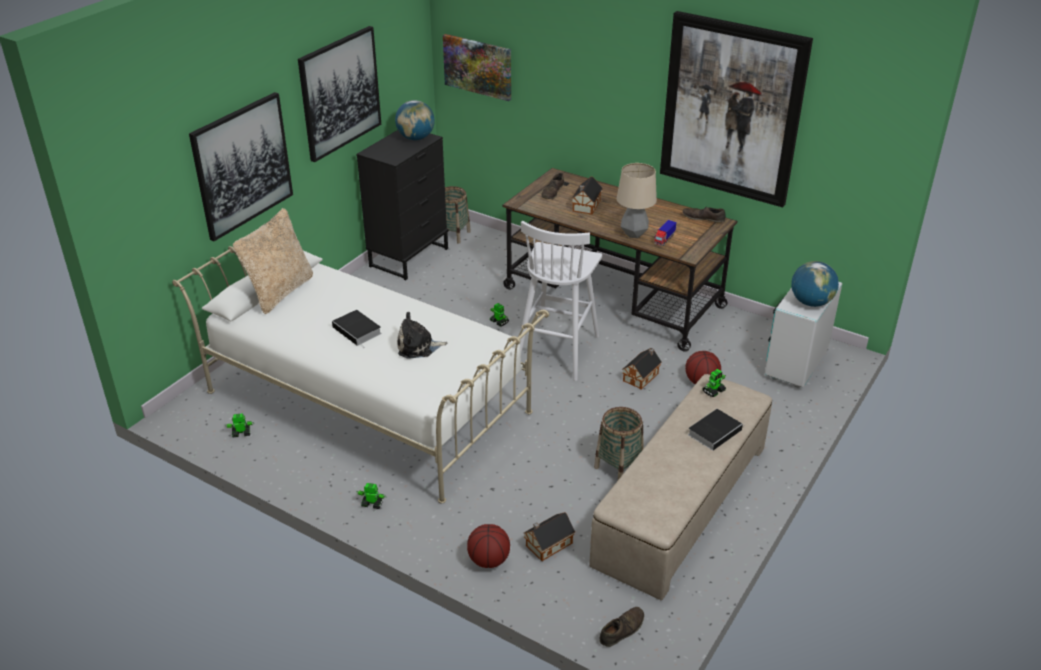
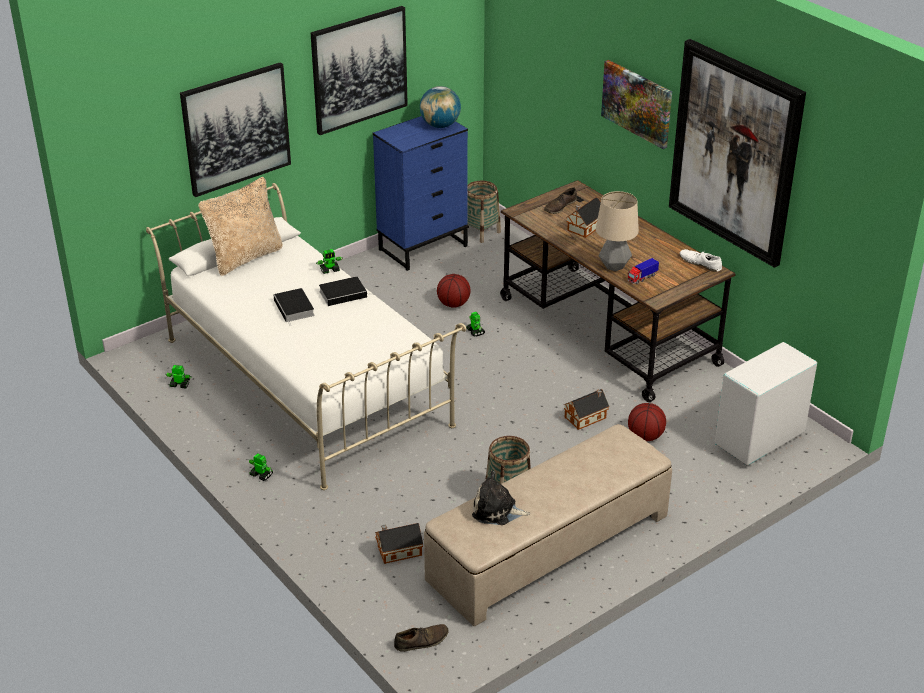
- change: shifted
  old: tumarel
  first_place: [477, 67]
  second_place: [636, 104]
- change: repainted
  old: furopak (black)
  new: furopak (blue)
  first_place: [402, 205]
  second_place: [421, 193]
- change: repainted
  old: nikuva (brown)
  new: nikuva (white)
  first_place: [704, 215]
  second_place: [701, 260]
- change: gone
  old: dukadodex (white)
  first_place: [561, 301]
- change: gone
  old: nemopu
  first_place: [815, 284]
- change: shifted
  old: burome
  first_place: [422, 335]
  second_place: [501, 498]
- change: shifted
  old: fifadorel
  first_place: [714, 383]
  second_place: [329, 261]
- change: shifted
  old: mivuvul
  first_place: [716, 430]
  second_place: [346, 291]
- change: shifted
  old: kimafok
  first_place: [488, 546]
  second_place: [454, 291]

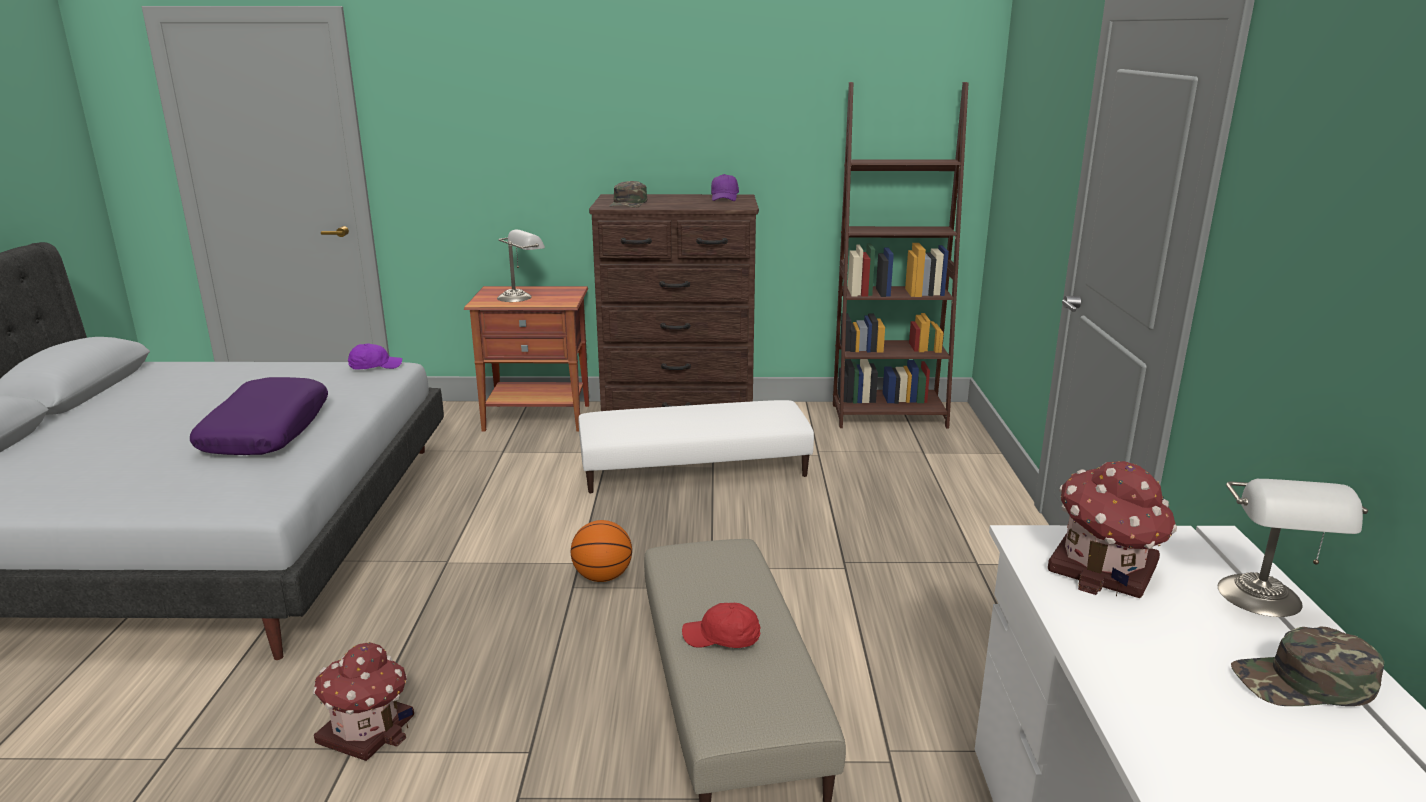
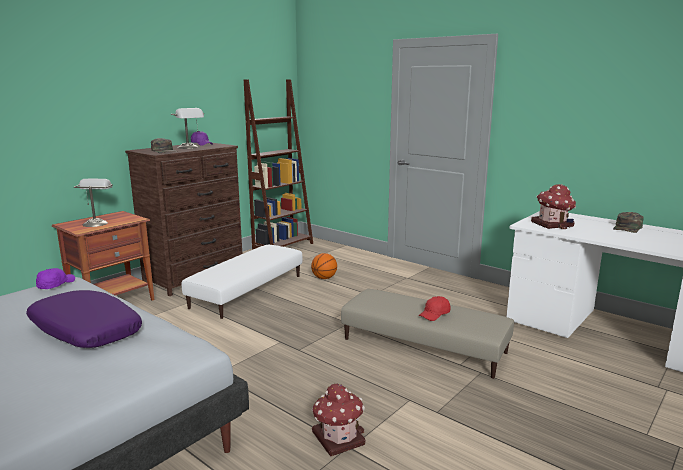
- change: shifted
  old: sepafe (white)
  first_place: [1293, 548]
  second_place: [187, 128]
- change: shifted
  old: kimafok
  first_place: [601, 551]
  second_place: [324, 266]

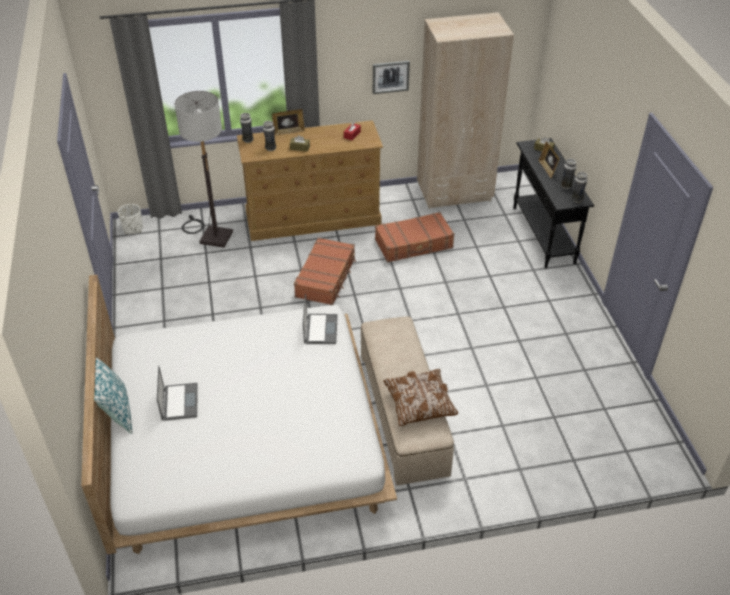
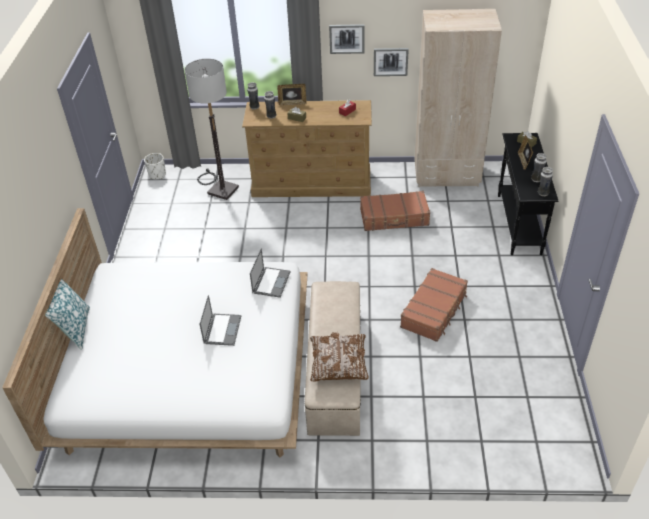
- change: shifted
  old: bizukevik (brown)
  first_place: [325, 271]
  second_place: [434, 305]
- change: shifted
  old: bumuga
  first_place: [177, 393]
  second_place: [220, 320]
- change: new
  new: tumarel
  second_place: [346, 39]

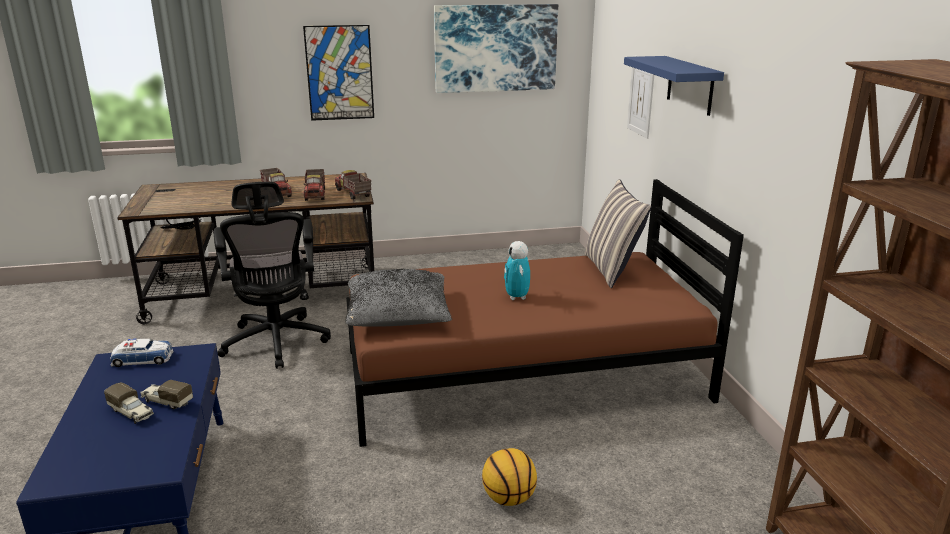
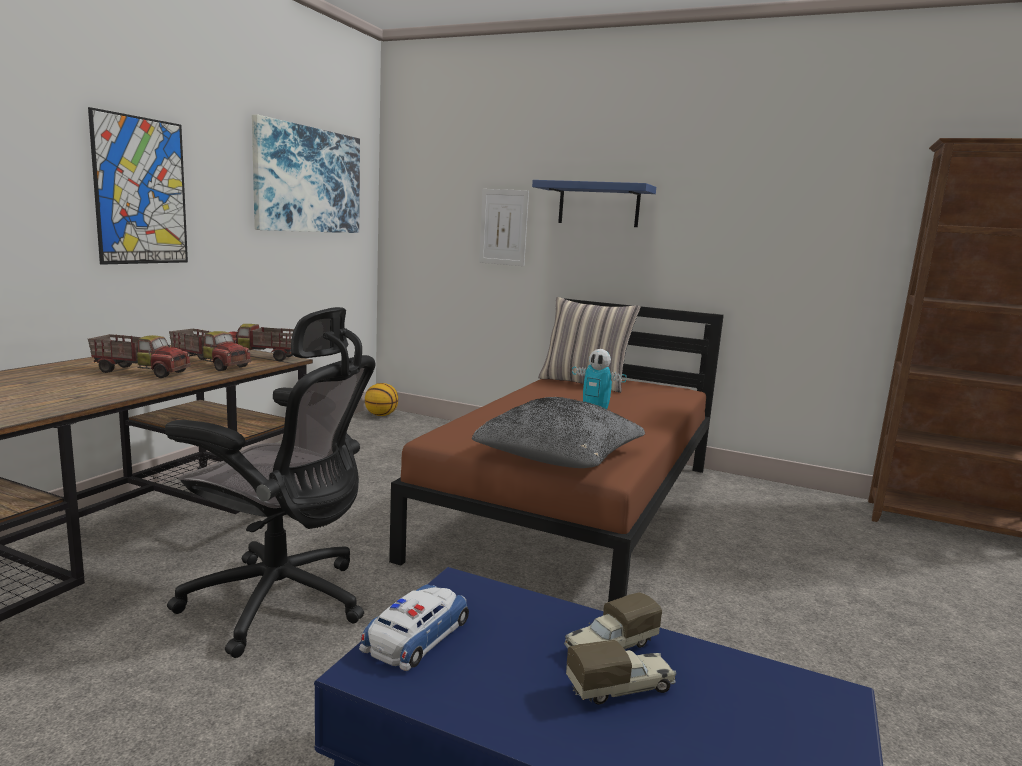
- change: shifted
  old: kimafok
  first_place: [509, 477]
  second_place: [381, 399]

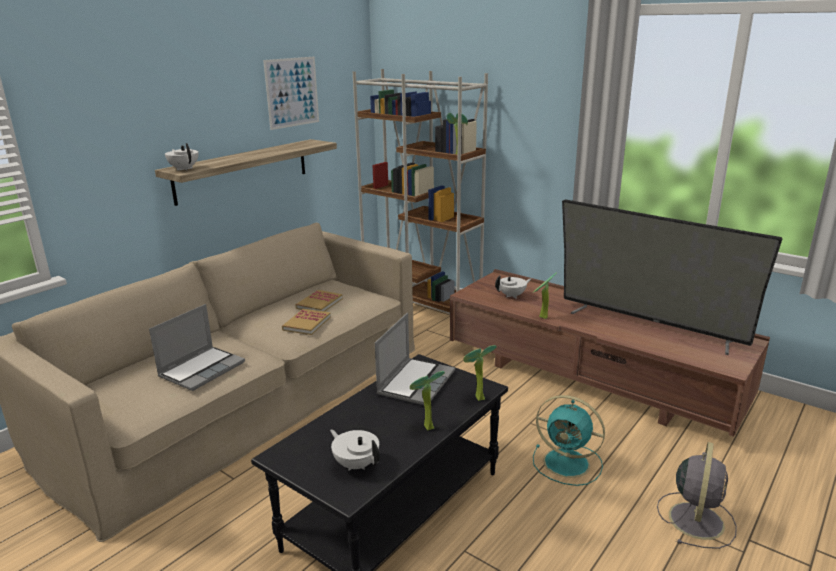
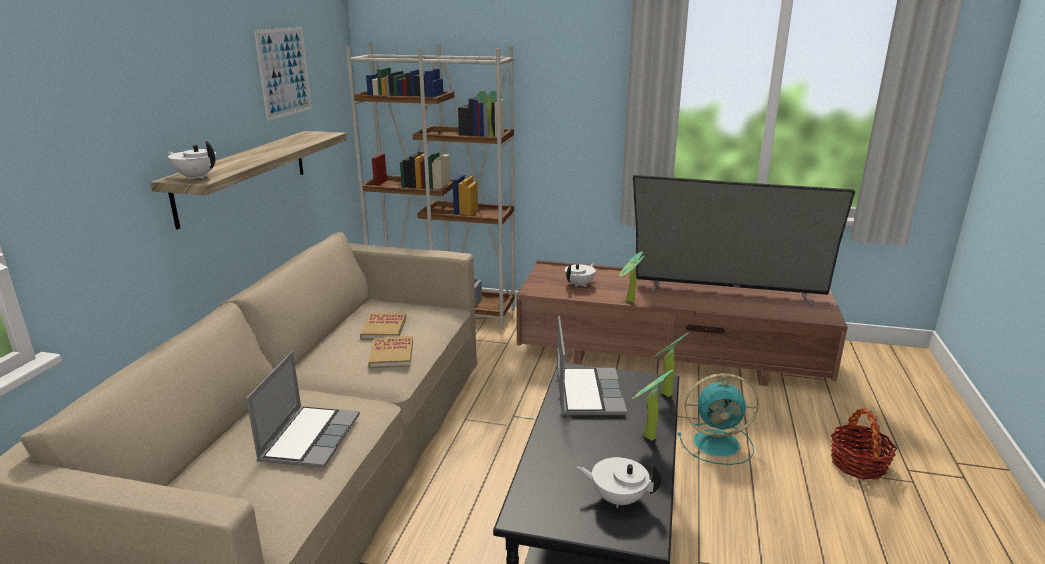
- change: swapped
  old: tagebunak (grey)
  new: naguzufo
  first_place: [697, 495]
  second_place: [863, 443]

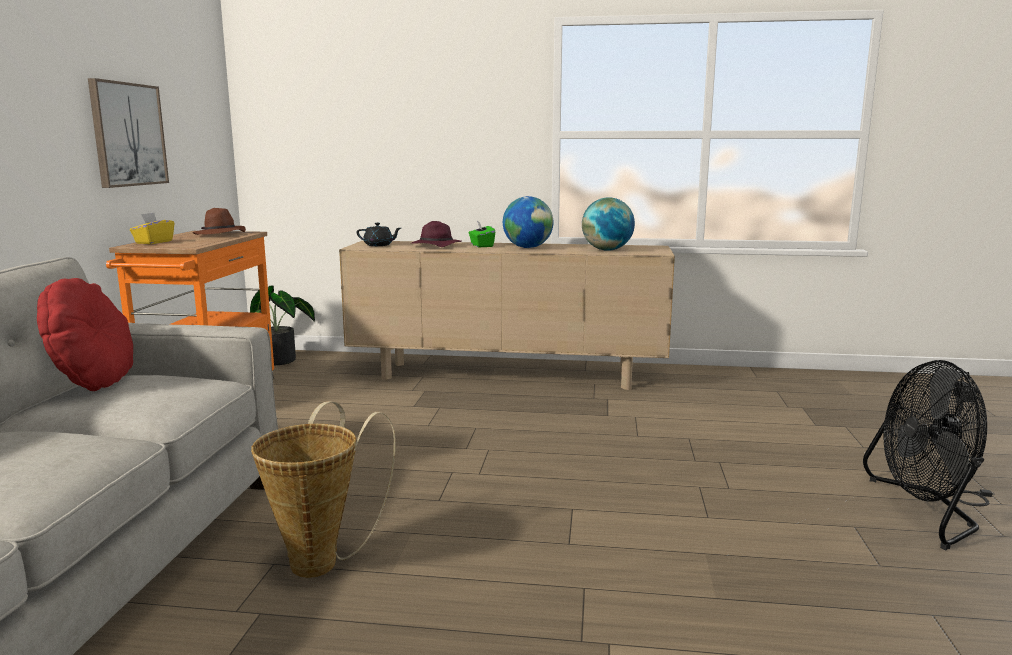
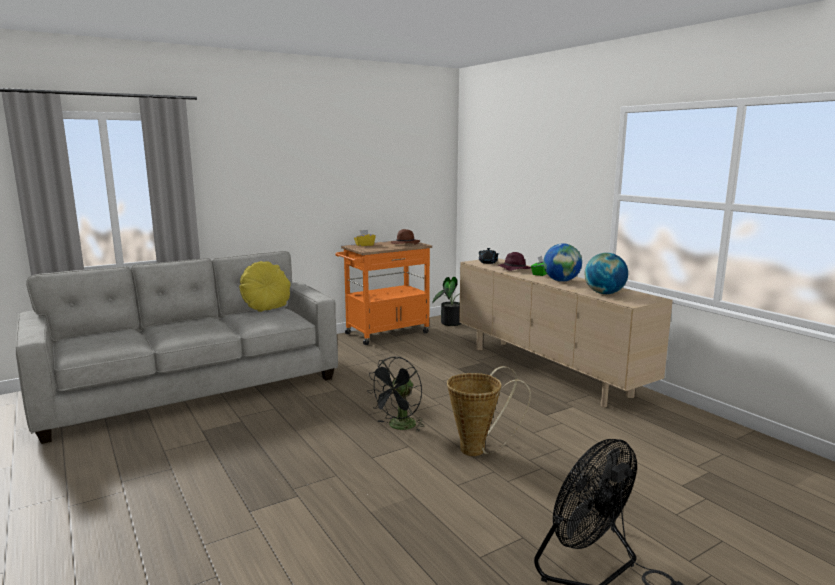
- change: gone
  old: tumarel
  first_place: [128, 133]
- change: repainted
  old: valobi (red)
  new: valobi (yellow)
  first_place: [85, 334]
  second_place: [264, 286]
- change: shifted
  old: naguzufo
  first_place: [323, 489]
  second_place: [489, 411]
- change: new
  new: tagebunak (black)
  second_place: [396, 394]

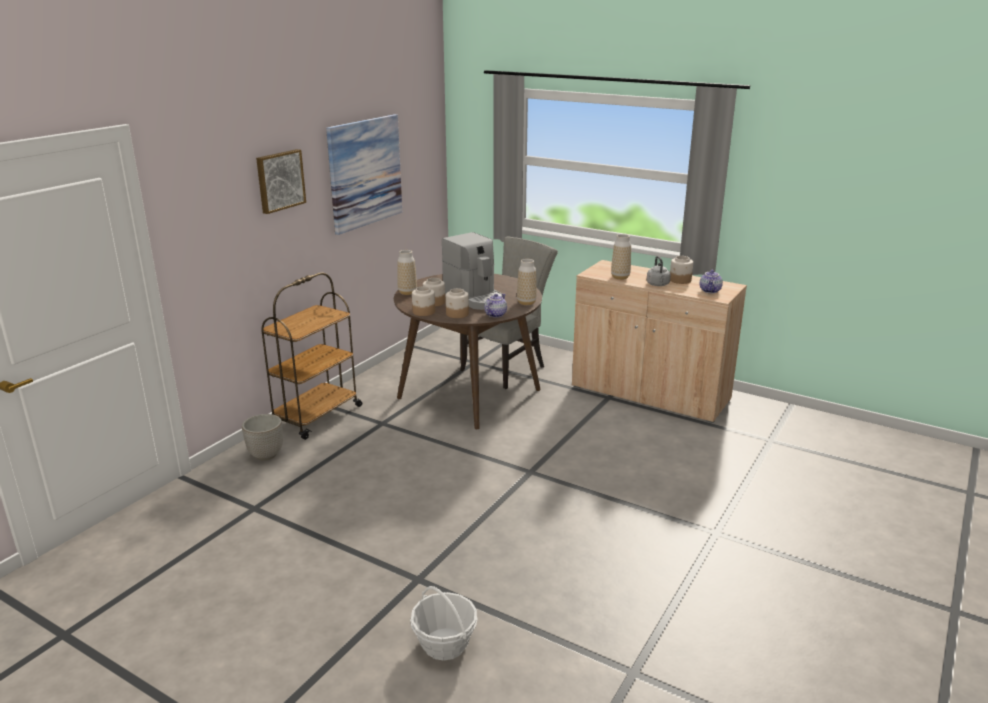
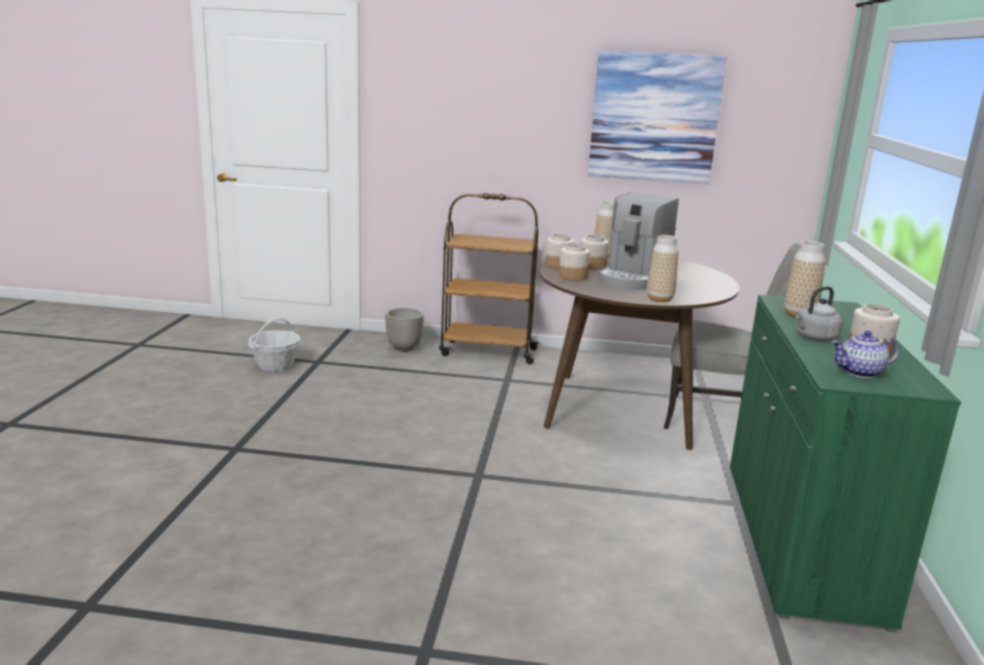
- change: gone
  old: tumarel
  first_place: [281, 181]
- change: repainted
  old: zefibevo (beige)
  new: zefibevo (green)
  first_place: [659, 341]
  second_place: [845, 464]
- change: gone
  old: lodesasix
  first_place: [495, 306]
- change: shifted
  old: naguzufo
  first_place: [444, 623]
  second_place: [274, 345]

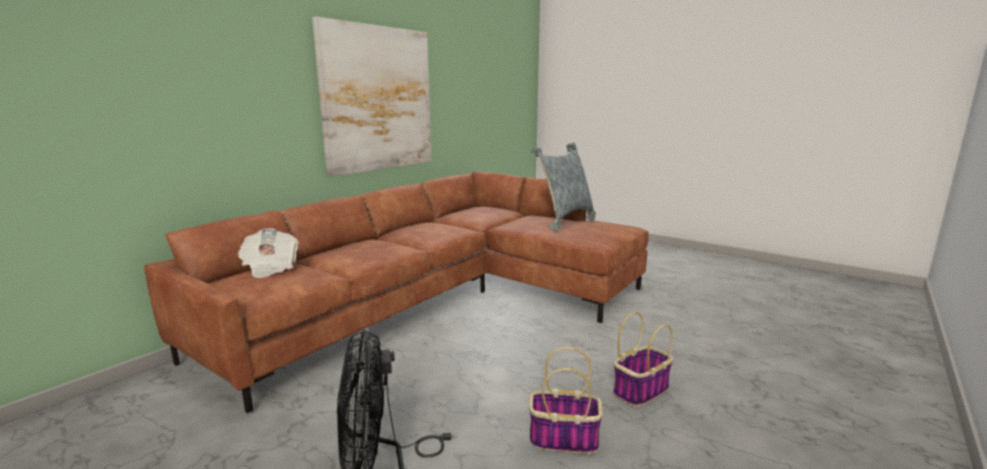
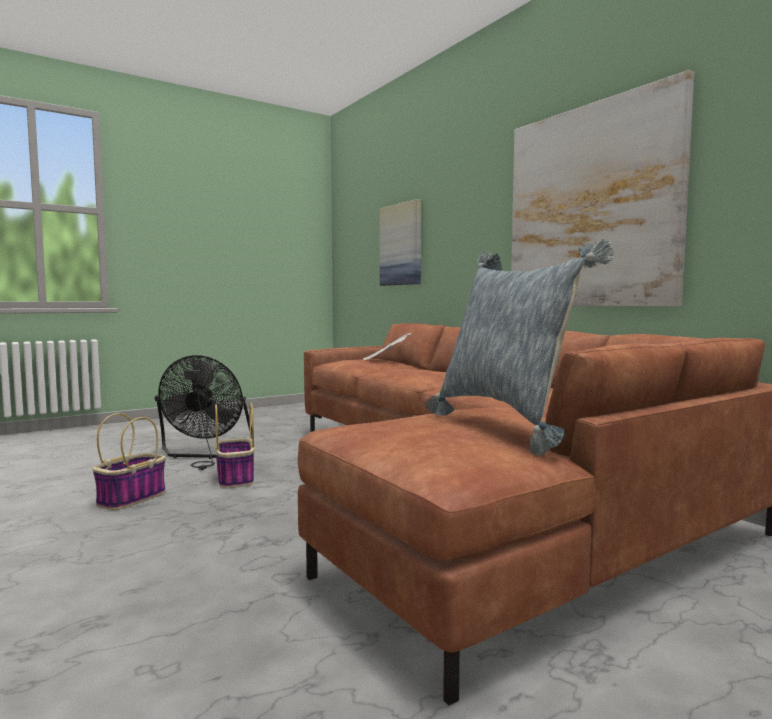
- change: shifted
  old: naguzufo
  first_place: [643, 359]
  second_place: [235, 446]
- change: new
  new: tumarel
  second_place: [400, 242]

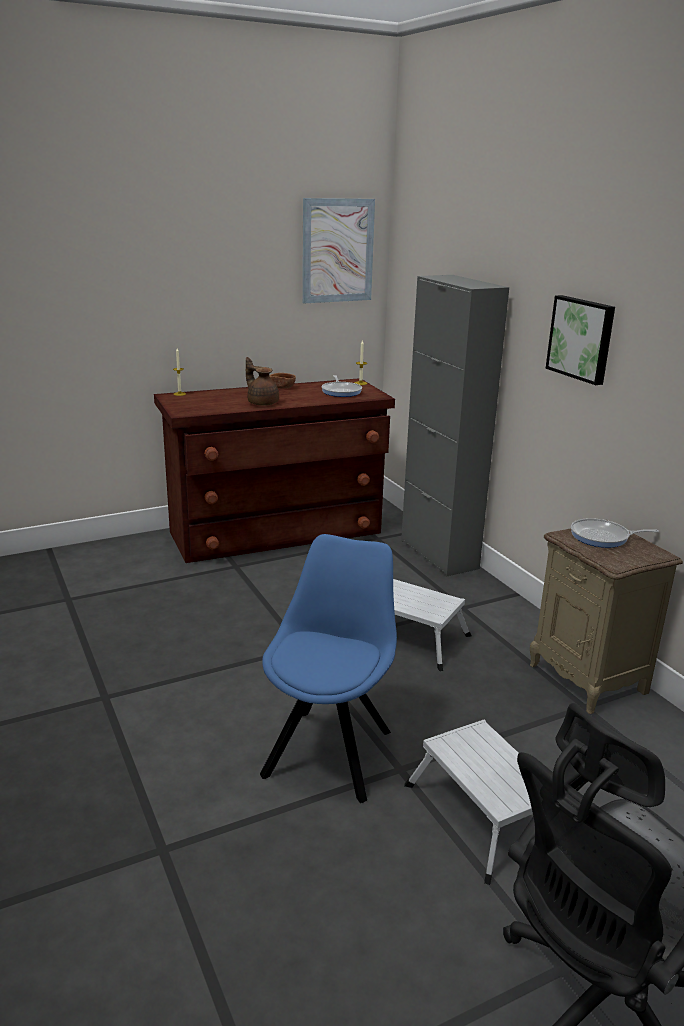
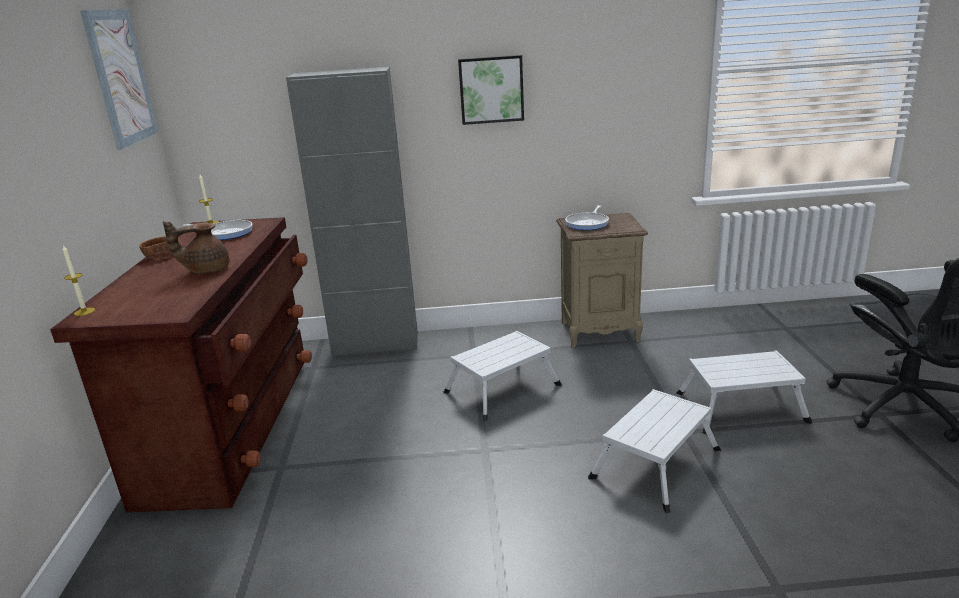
- change: swapped
  old: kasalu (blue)
  new: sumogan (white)
  first_place: [328, 668]
  second_place: [654, 451]

